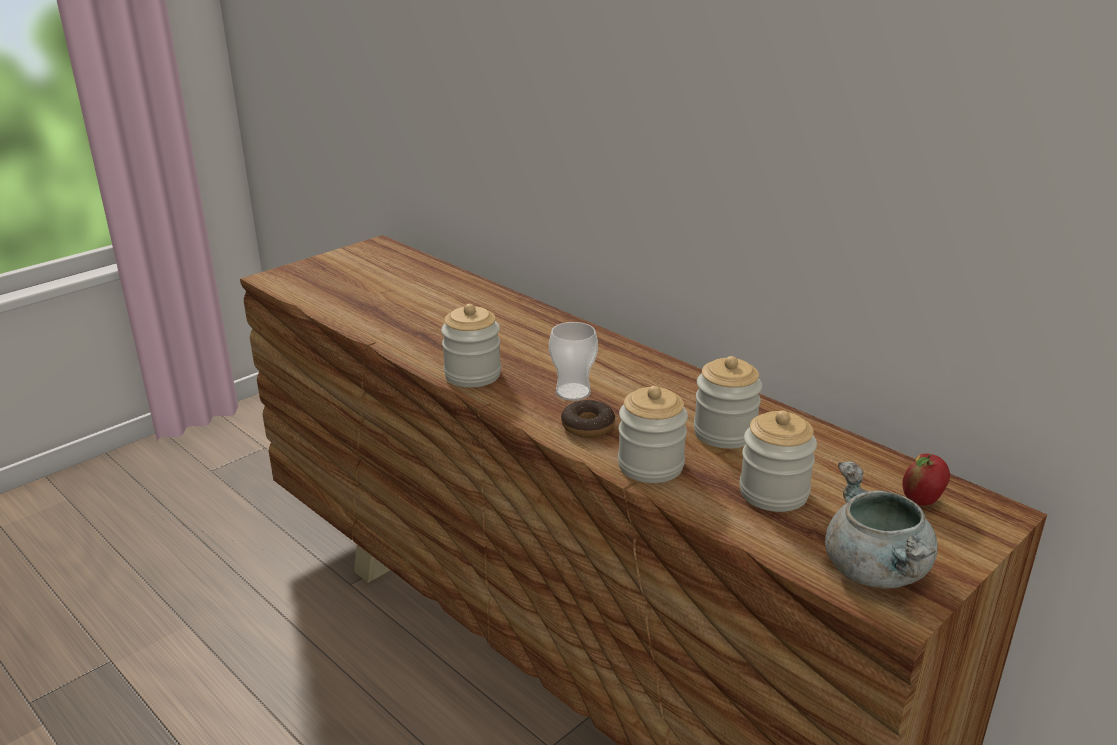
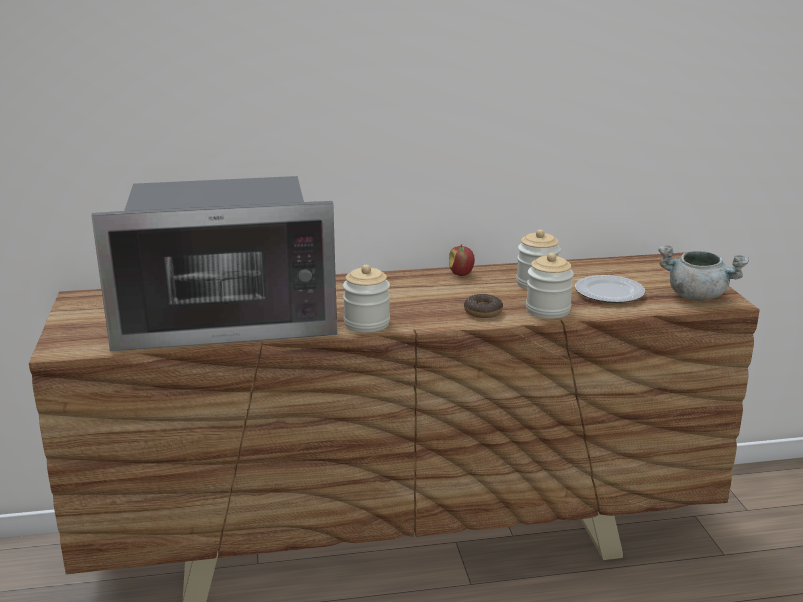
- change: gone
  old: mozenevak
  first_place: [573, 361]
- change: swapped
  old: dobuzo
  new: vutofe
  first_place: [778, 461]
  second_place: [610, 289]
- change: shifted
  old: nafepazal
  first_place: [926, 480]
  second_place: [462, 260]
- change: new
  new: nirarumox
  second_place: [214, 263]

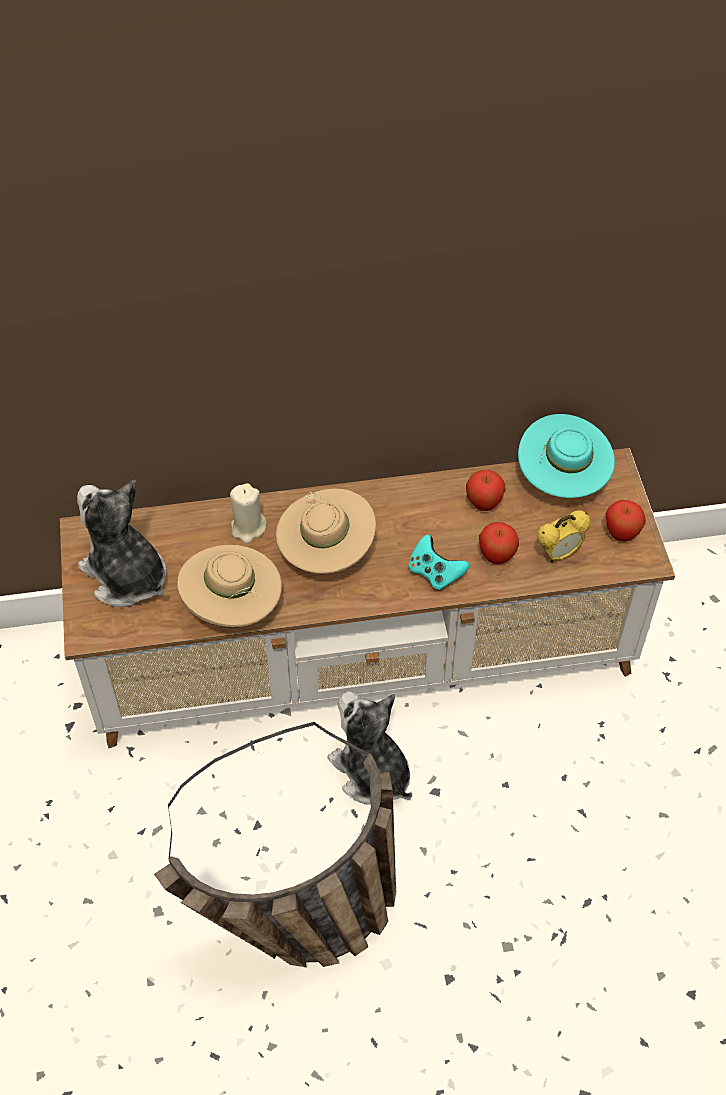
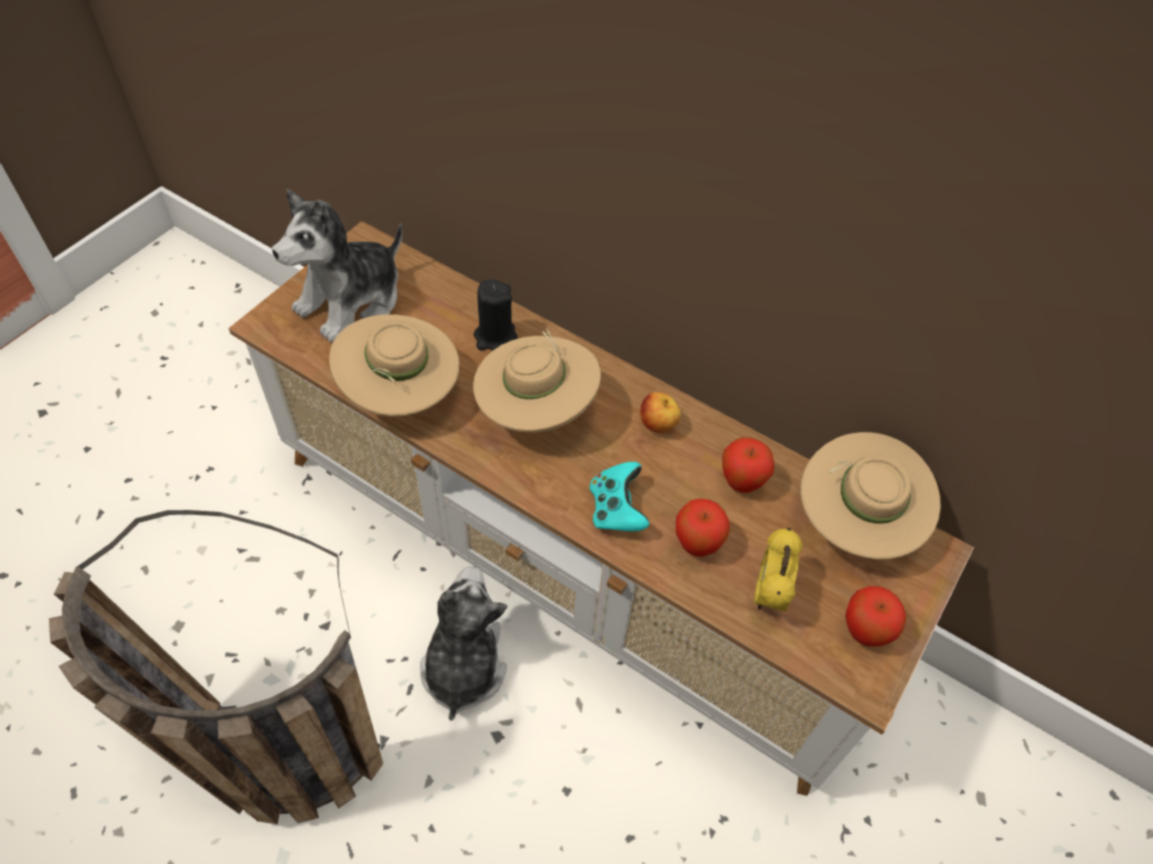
- change: repainted
  old: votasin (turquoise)
  new: votasin (beige)
  first_place: [566, 456]
  second_place: [870, 496]
- change: rotated
  old: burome
  first_place: [122, 543]
  second_place: [337, 266]
  degrees: -135
- change: repainted
  old: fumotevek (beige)
  new: fumotevek (black)
  first_place: [248, 513]
  second_place: [496, 315]
- change: rotated
  old: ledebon
  first_place: [564, 536]
  second_place: [778, 569]
  degrees: 90
- change: new
  new: nafepazal
  second_place: [660, 412]

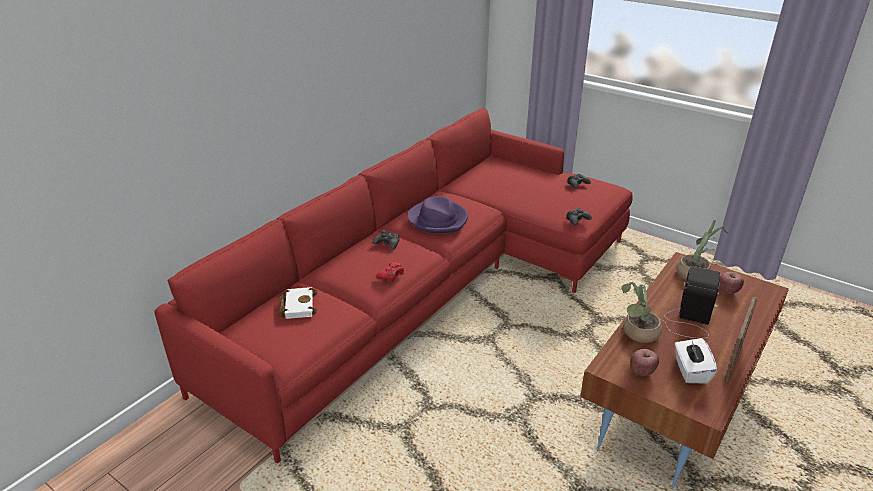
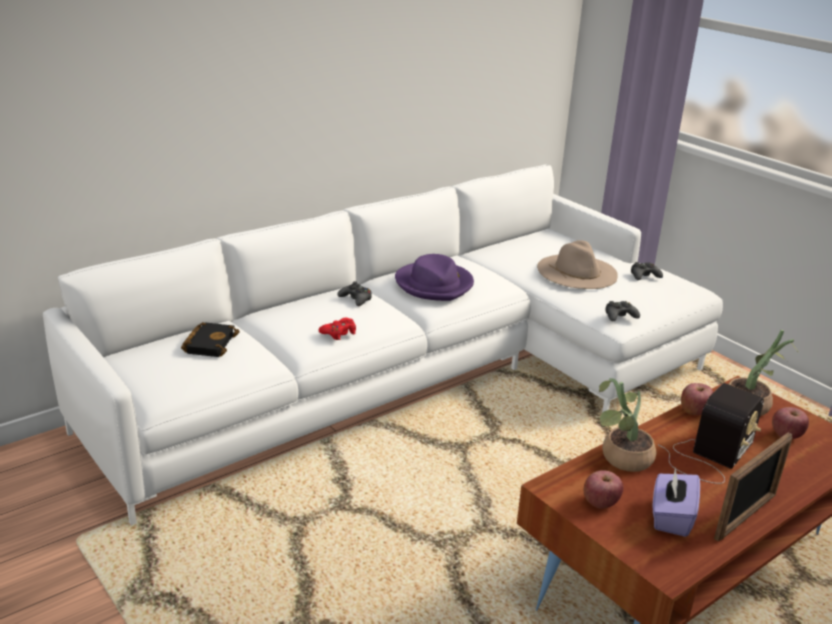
- change: repainted
  old: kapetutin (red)
  new: kapetutin (white)
  first_place: [393, 286]
  second_place: [383, 345]
- change: repainted
  old: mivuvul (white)
  new: mivuvul (black)
  first_place: [298, 303]
  second_place: [210, 339]
- change: repainted
  old: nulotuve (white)
  new: nulotuve (purple)
  first_place: [696, 361]
  second_place: [676, 502]
- change: new
  new: votasin (beige)
  second_place: [577, 264]
- change: new
  new: nafepazal
  second_place: [697, 399]

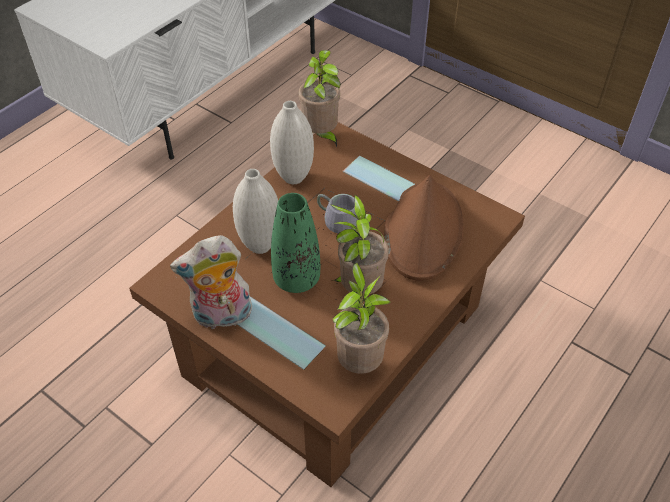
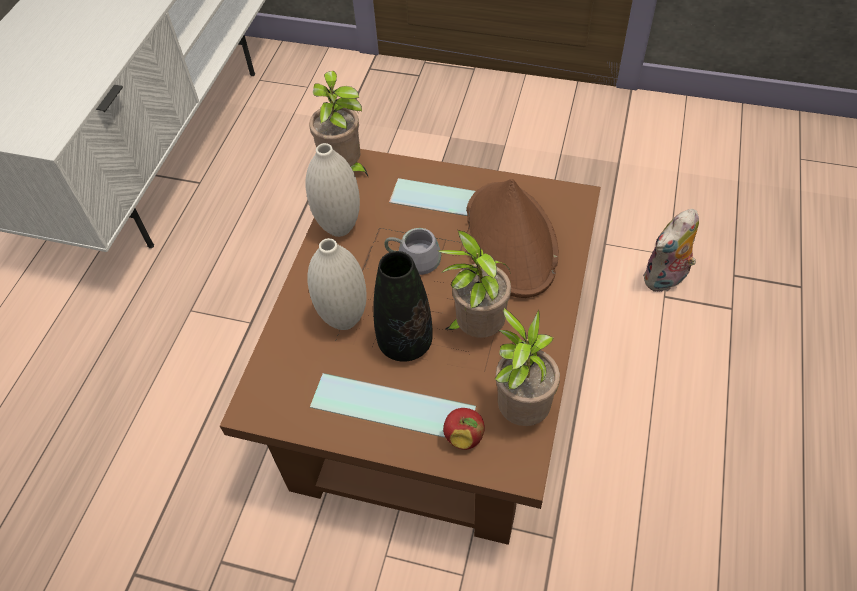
- change: repainted
  old: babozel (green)
  new: babozel (black)
  first_place: [295, 243]
  second_place: [403, 306]
- change: shifted
  old: burome
  first_place: [211, 282]
  second_place: [671, 250]
- change: new
  new: nafepazal
  second_place: [464, 429]

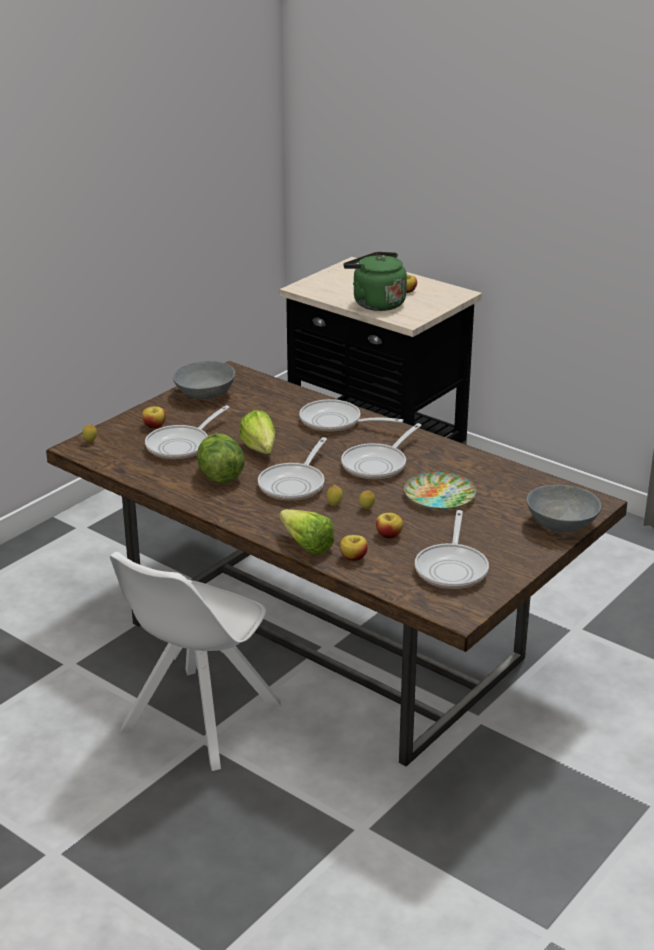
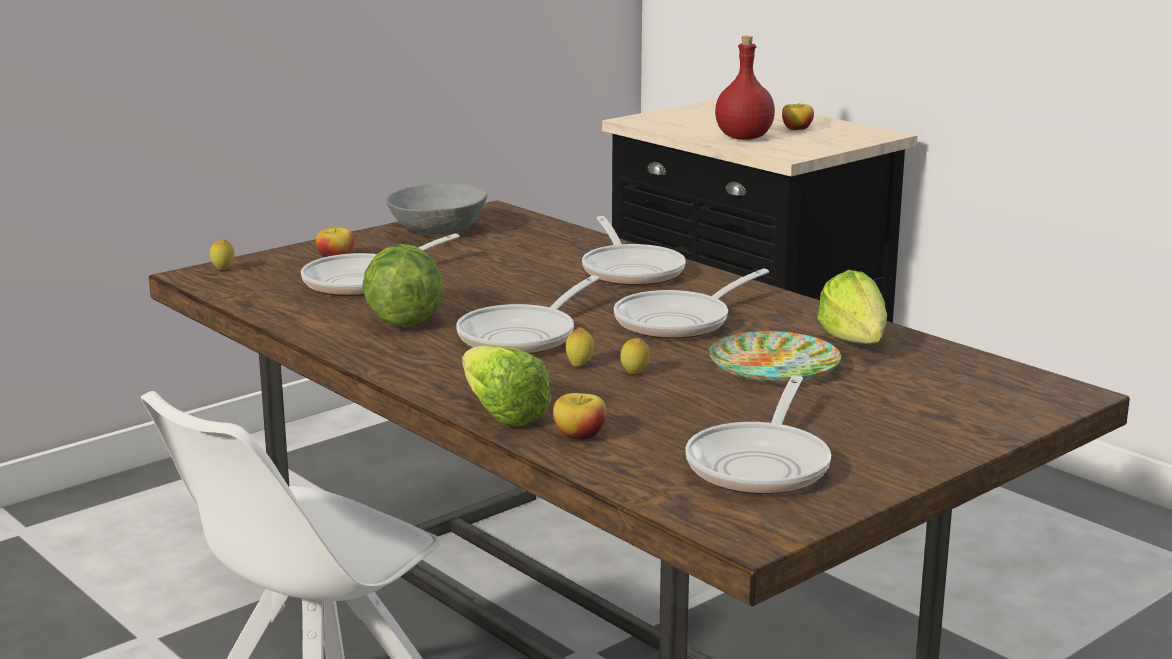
- change: swapped
  old: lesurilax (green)
  new: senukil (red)
  first_place: [375, 281]
  second_place: [745, 88]
- change: rotated
  old: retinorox
  first_place: [351, 415]
  second_place: [634, 251]
  degrees: -135
- change: shifted
  old: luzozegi
  first_place: [257, 432]
  second_place: [852, 306]
- change: gone
  old: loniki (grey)
  first_place: [563, 508]
- change: gone
  old: nafepazal
  first_place: [389, 526]

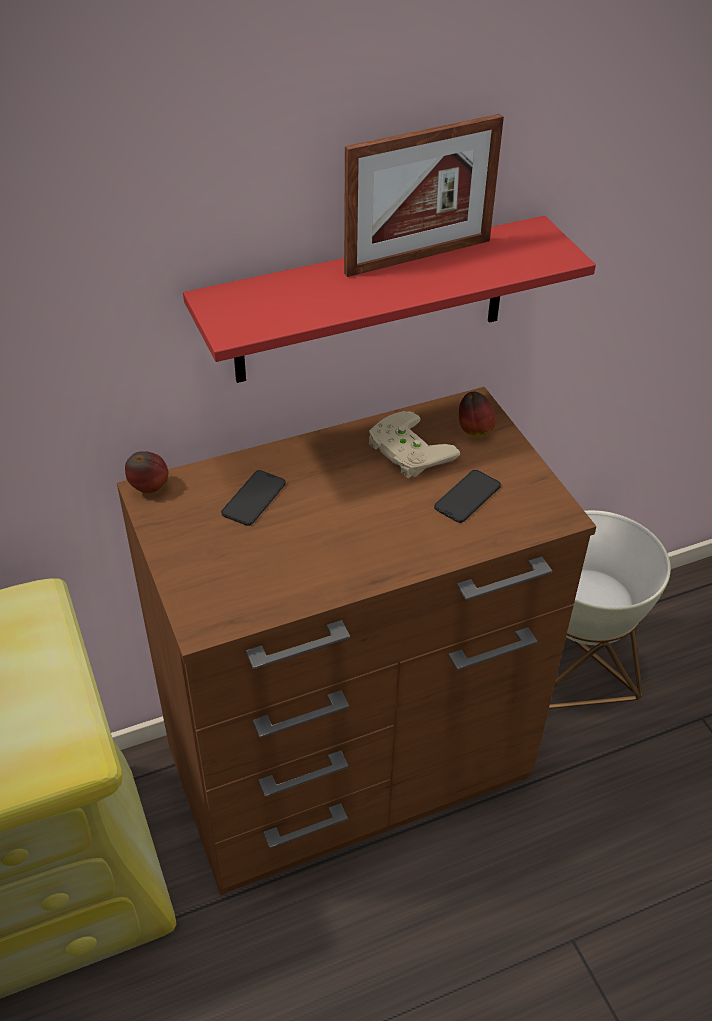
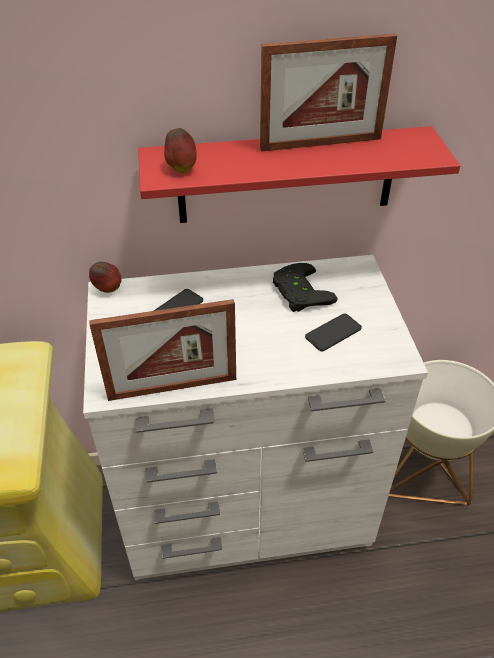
- change: repainted
  old: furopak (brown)
  new: furopak (white)
  first_place: [357, 641]
  second_place: [255, 417]
- change: shifted
  old: nafepazal
  first_place: [477, 415]
  second_place: [180, 150]
- change: repainted
  old: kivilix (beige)
  new: kivilix (black)
  first_place: [414, 444]
  second_place: [305, 287]
- change: new
  new: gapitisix
  second_place: [162, 350]

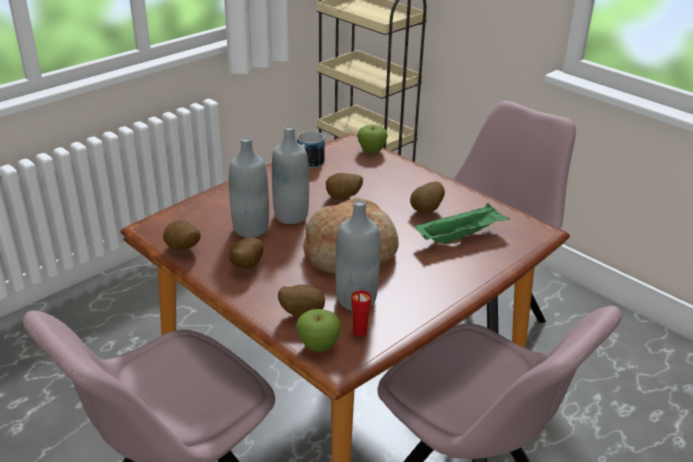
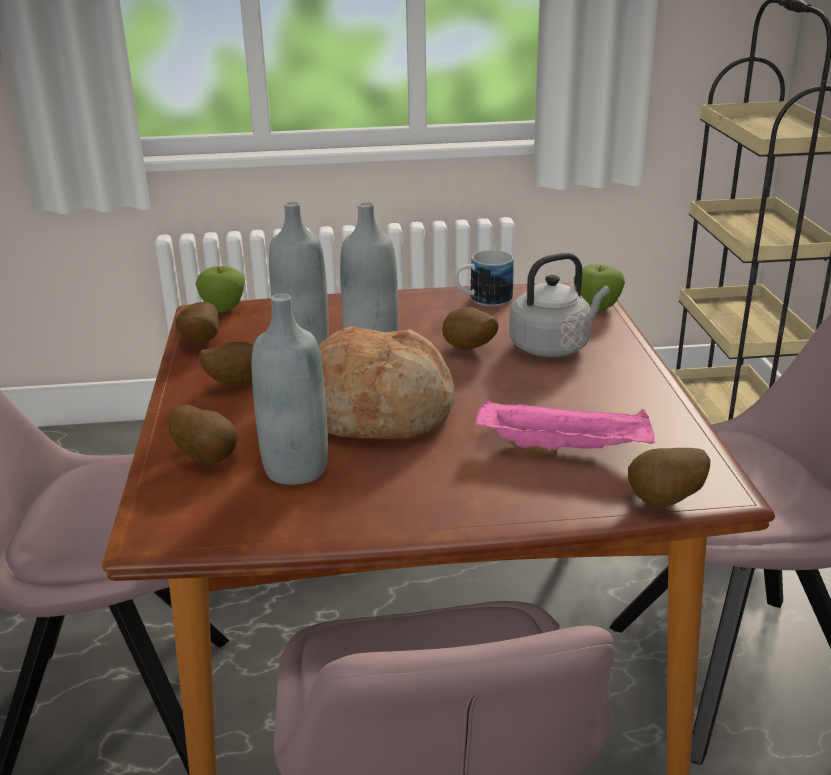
- change: shifted
  old: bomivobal
  first_place: [427, 197]
  second_place: [669, 477]
- change: repainted
  old: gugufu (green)
  new: gugufu (pink)
  first_place: [462, 223]
  second_place: [565, 427]
- change: gone
  old: mozenevak (red)
  first_place: [361, 313]
- change: shifted
  old: nafepazal
  first_place: [319, 330]
  second_place: [220, 289]
- change: new
  new: lesurilax (grey)
  second_place: [559, 305]

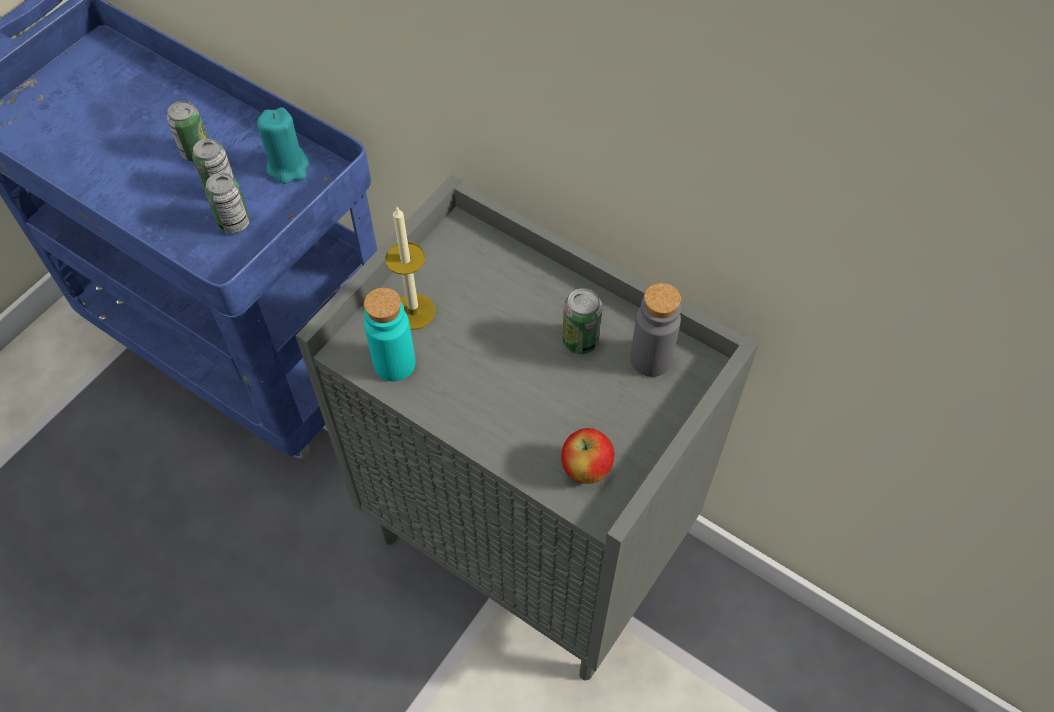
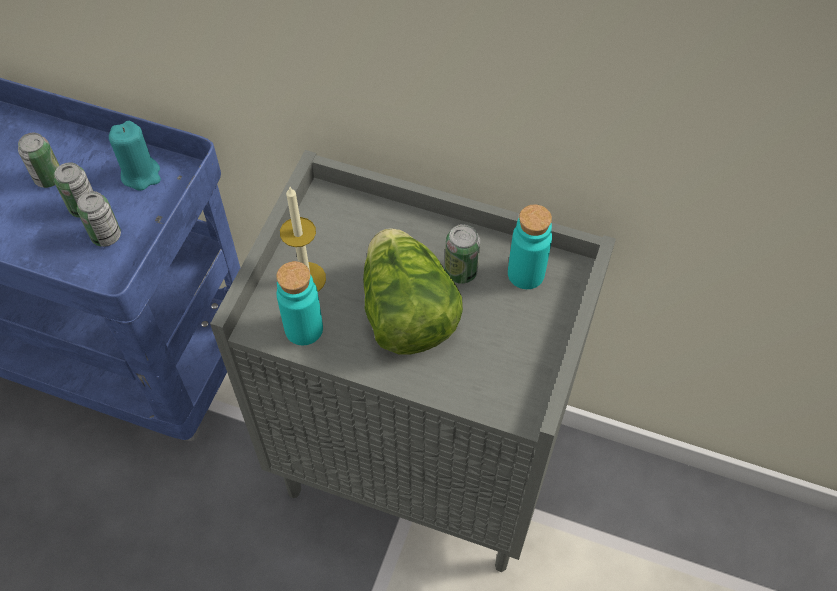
- change: repainted
  old: senukil (grey)
  new: senukil (turquoise)
  first_place: [655, 330]
  second_place: [530, 246]
- change: gone
  old: nafepazal
  first_place: [588, 456]
- change: new
  new: luzozegi
  second_place: [413, 291]

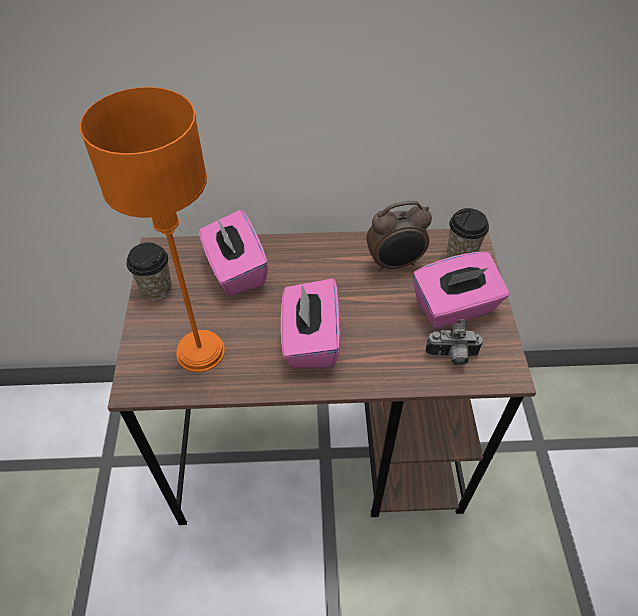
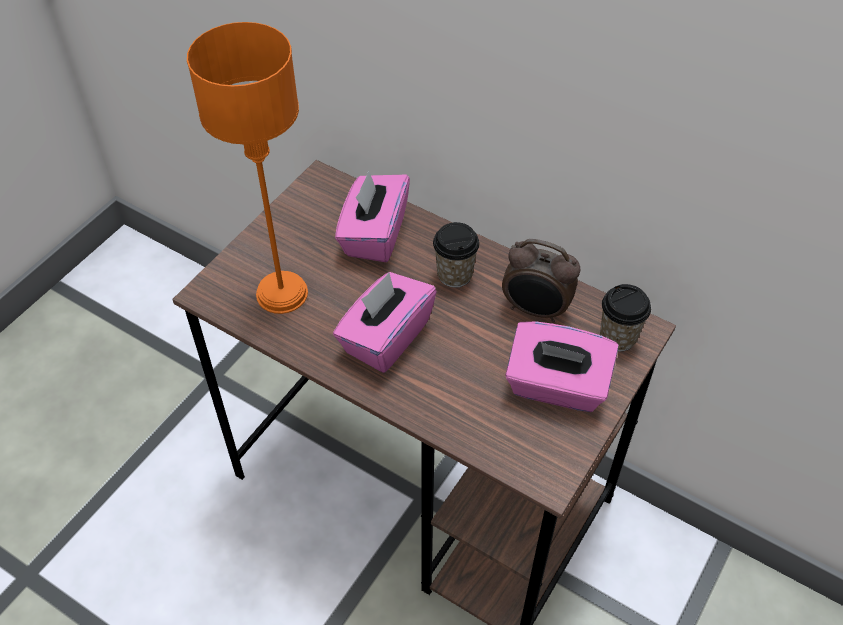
- change: shifted
  old: mozenevak
  first_place: [149, 271]
  second_place: [456, 255]
- change: gone
  old: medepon
  first_place: [454, 342]

